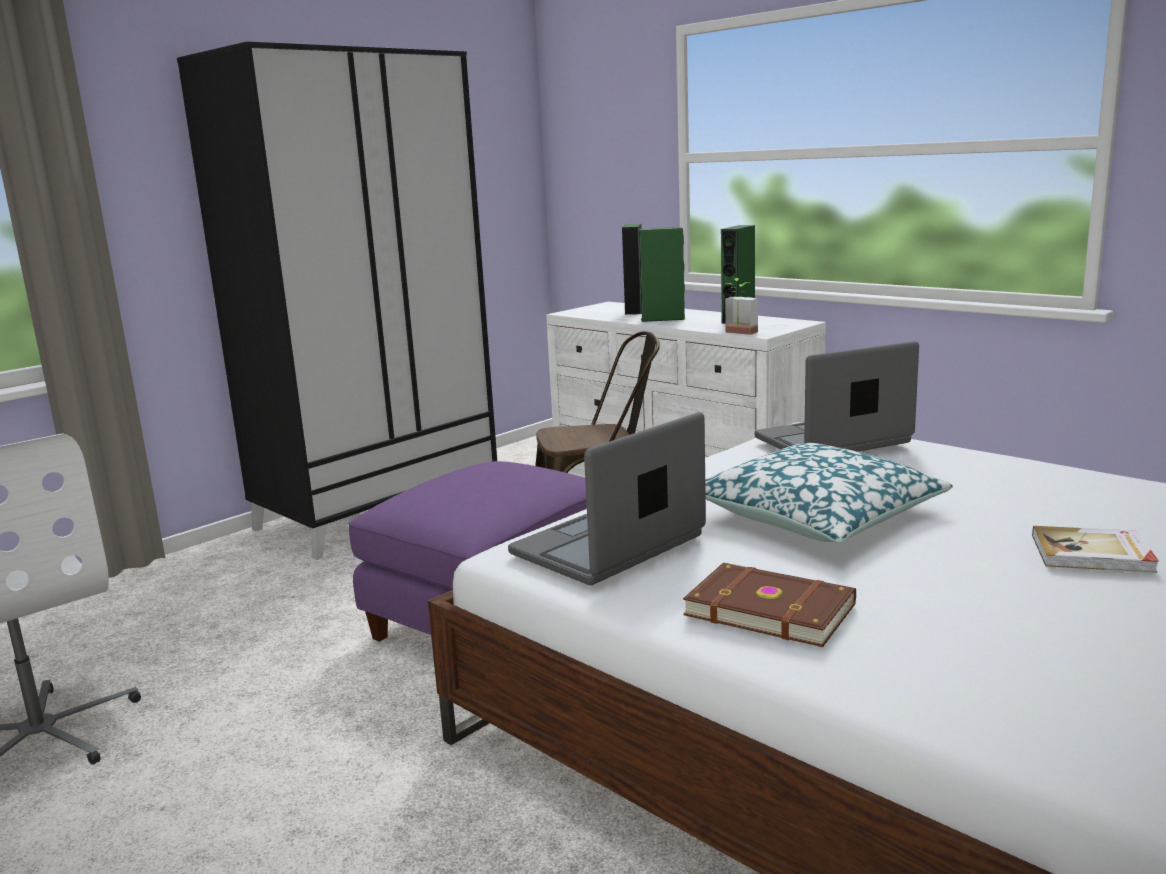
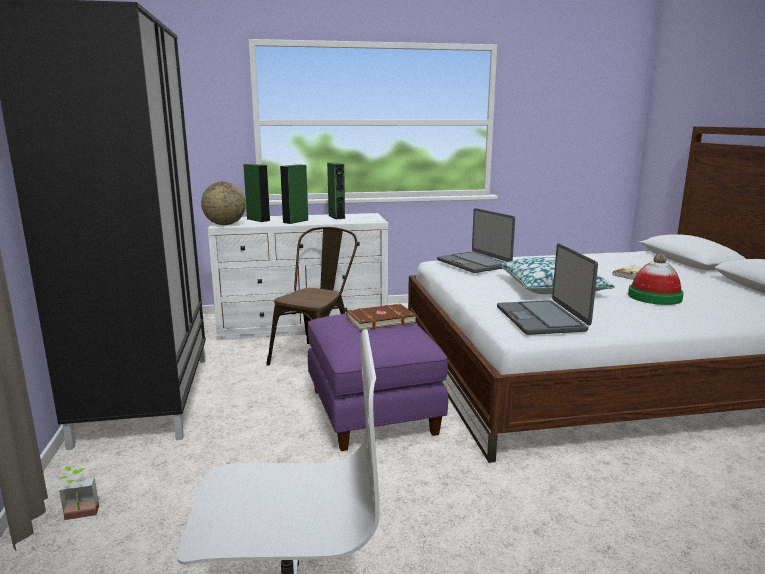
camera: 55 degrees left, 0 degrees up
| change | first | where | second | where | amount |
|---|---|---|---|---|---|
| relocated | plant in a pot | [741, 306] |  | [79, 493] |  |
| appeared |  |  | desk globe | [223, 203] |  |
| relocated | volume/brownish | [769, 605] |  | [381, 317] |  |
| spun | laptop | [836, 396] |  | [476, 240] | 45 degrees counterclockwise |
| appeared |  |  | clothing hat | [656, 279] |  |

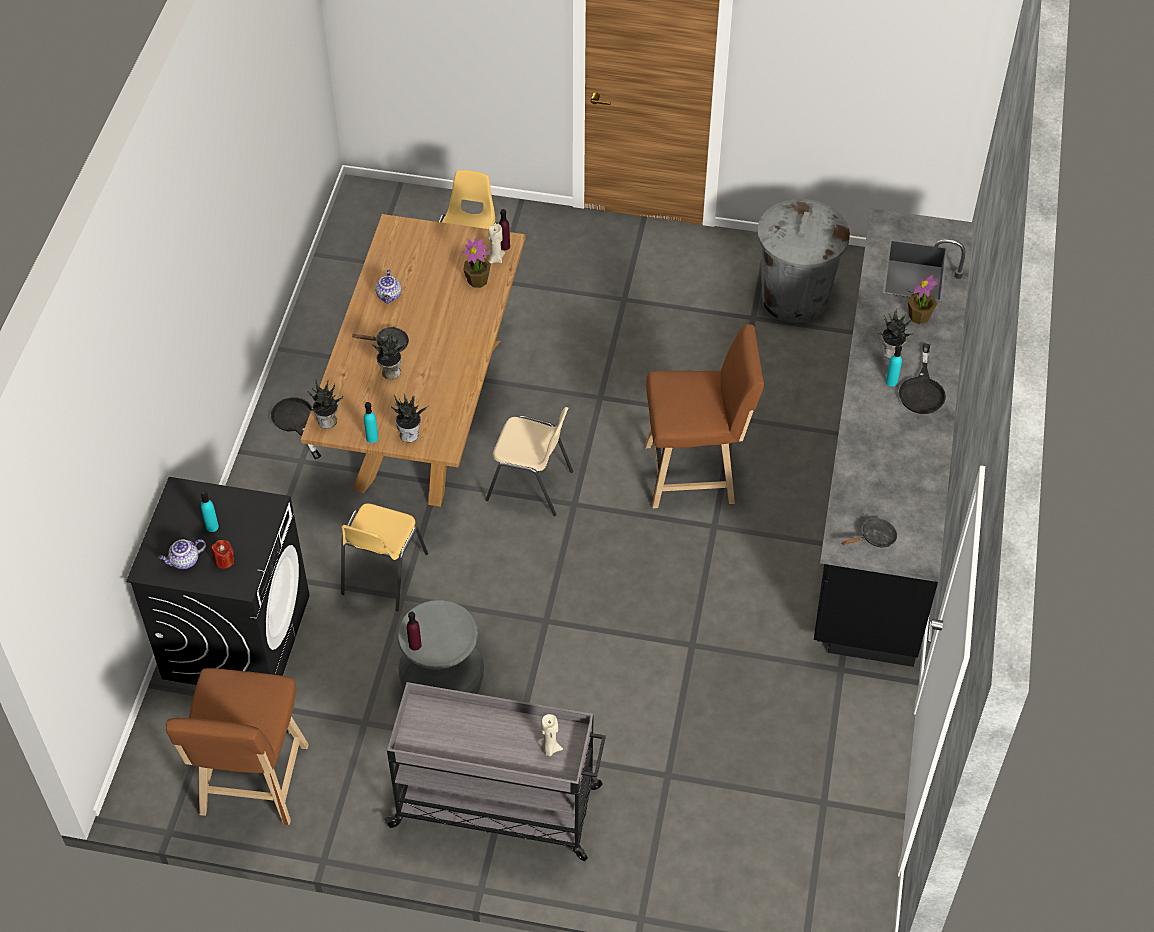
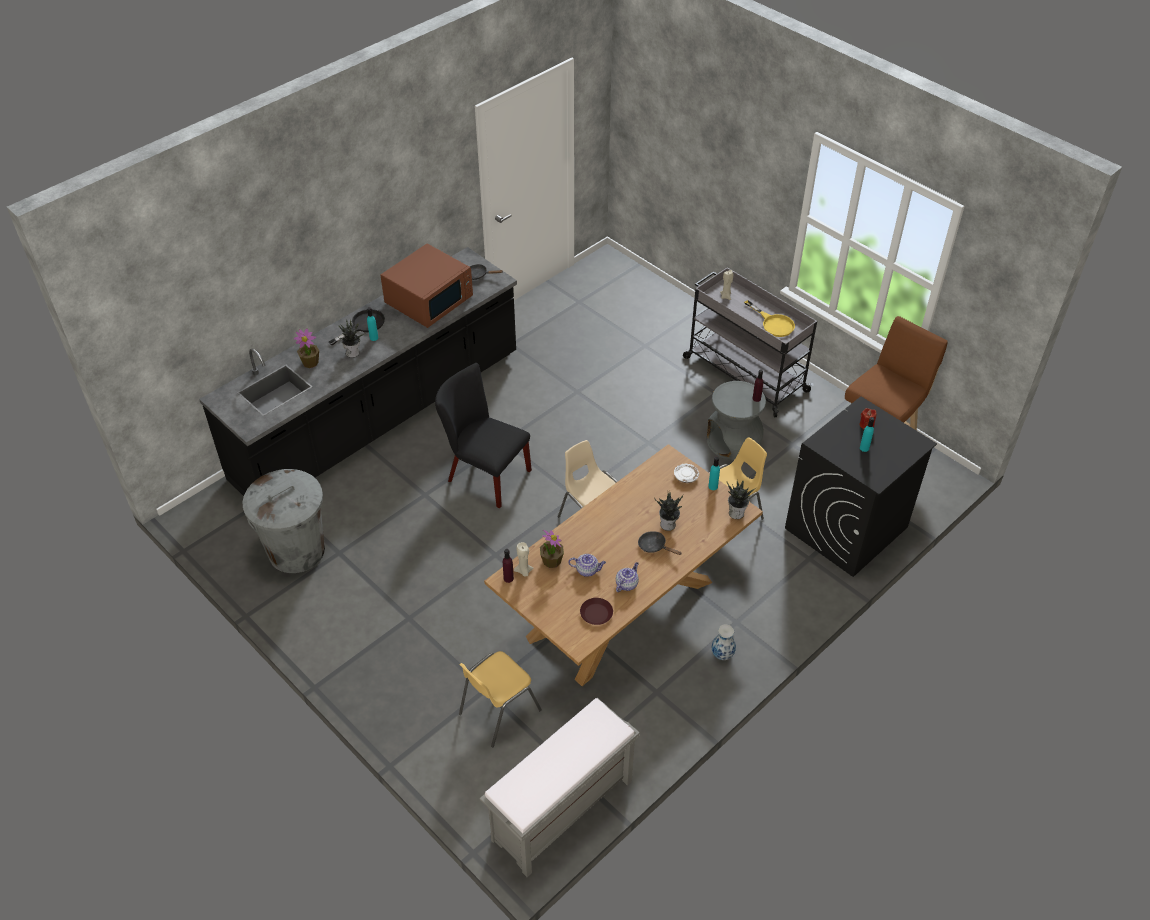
camera: 145 degrees left, 5 degrees down
| change | first | where | second | where | amount |
|---|---|---|---|---|---|
| appeared |  |  | kitchen microwave/brownish | [426, 286] |  |
| exchanged | stool seat/brownish | [704, 416] | plain chair/blackish | [483, 435] |  |
| appeared |  |  | bench/grey | [560, 787] |  |
| relocated | tea pot | [182, 554] |  | [587, 565] |  |
| appeared |  |  | flat dish/brownish | [596, 611] |  |
| exchanged | plant in a pot | [410, 418] | flat dish/white | [686, 473] |  |
| exchanged | skillet/blackish | [296, 428] | flower vase | [724, 642] |  |
| appeared |  |  | skillet/yellow-coloured | [769, 318] |  |

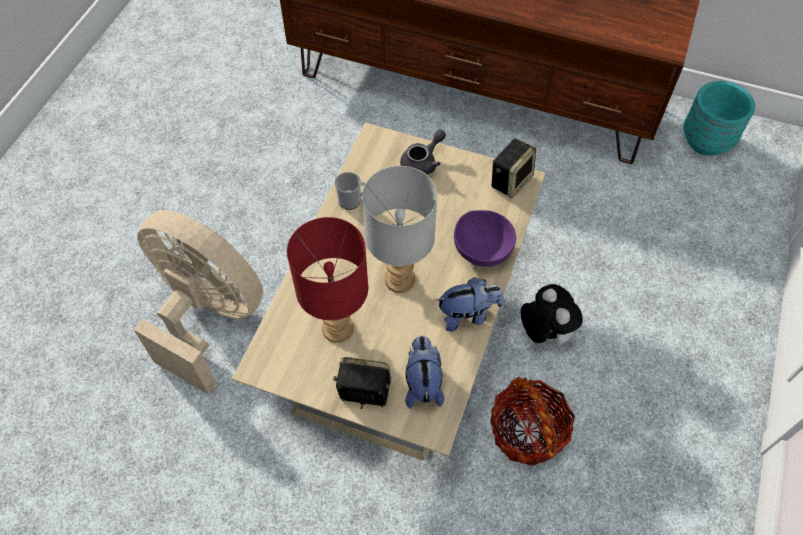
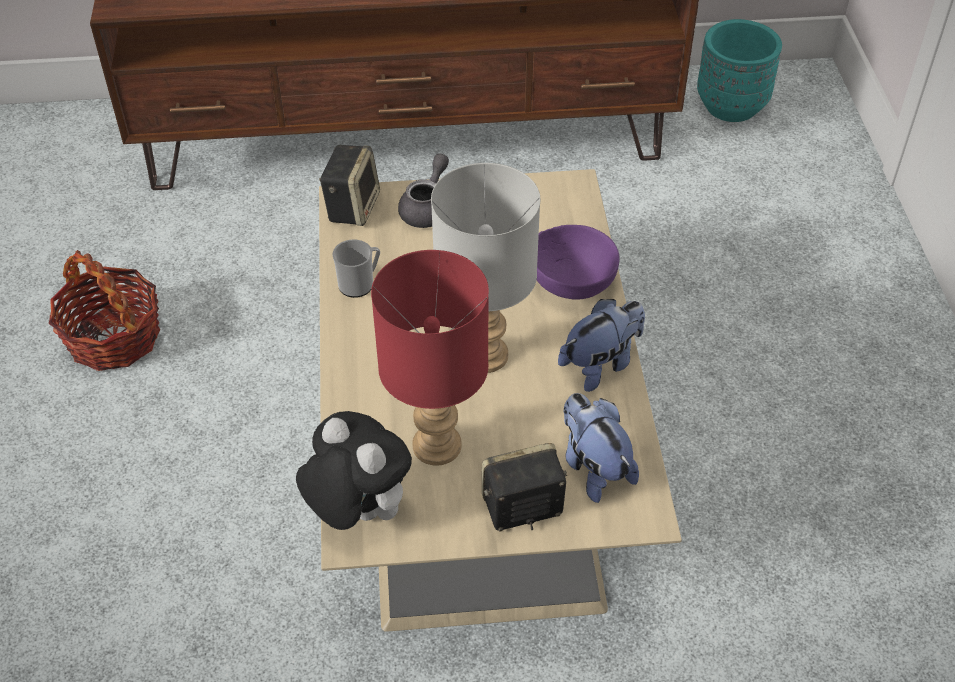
camera: 25 degrees left, 10 degrees down
| change | first | where | second | where | amount |
|---|---|---|---|---|---|
| relocated | storage basket | [532, 421] |  | [105, 310] |  |
| relocated | plush toy | [552, 314] |  | [354, 470] |  |
| relocated | loudspeaker | [514, 168] |  | [349, 185] |  |
| missing | electric fan/sand-coloured | [198, 302] |  |  |  |

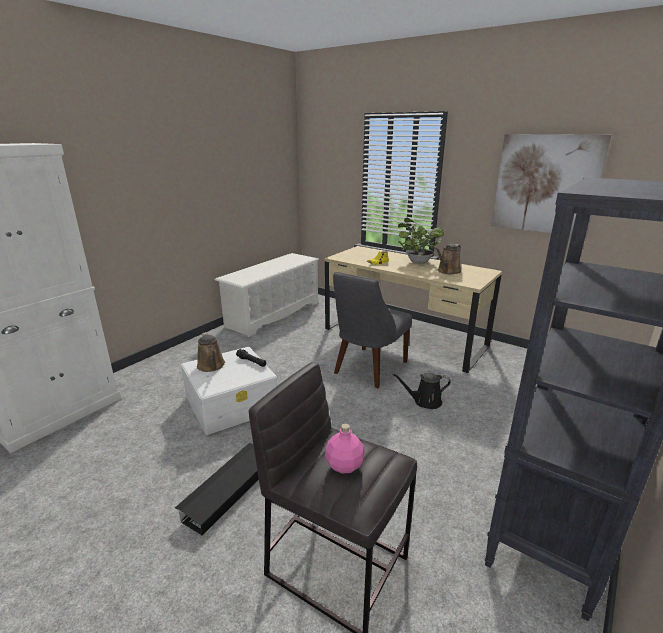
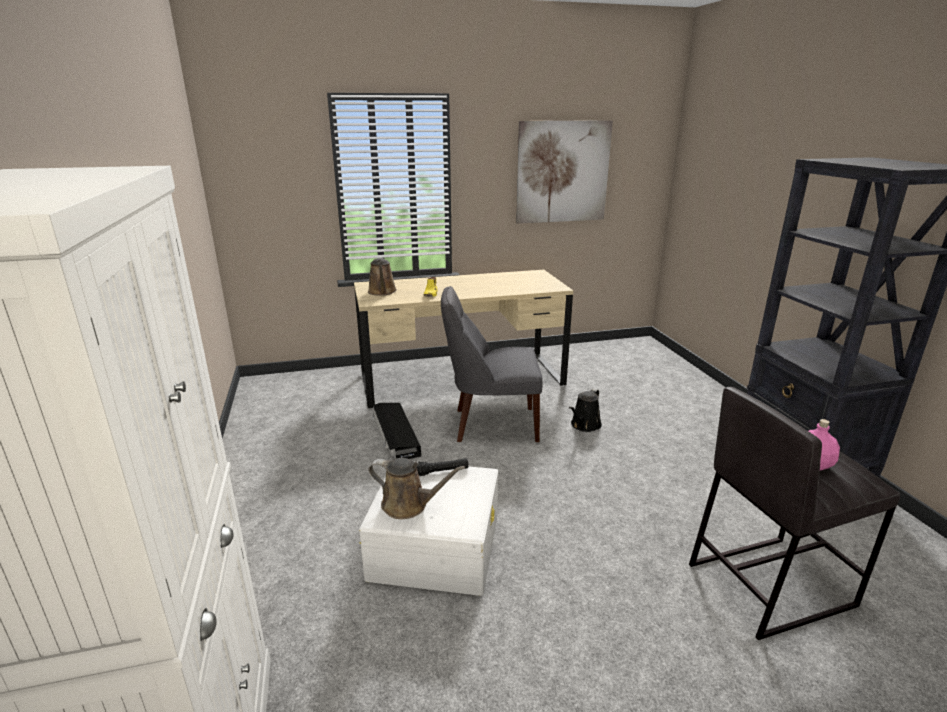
camera: 50 degrees left, 0 degrees up
| change | first | where | second | where | amount |
|---|---|---|---|---|---|
| relocated | watering can/brownish | [448, 259] |  | [382, 277] |  |
| relocated | storage bin/blackish | [217, 489] |  | [397, 431] |  |
| spun | plain chair/grey | [372, 330] |  | [492, 364] | 105 degrees clockwise |
| missing | shoe rack/white | [267, 295] |  |  |  |
| missing | plant in a pot | [421, 241] |  |  |  |

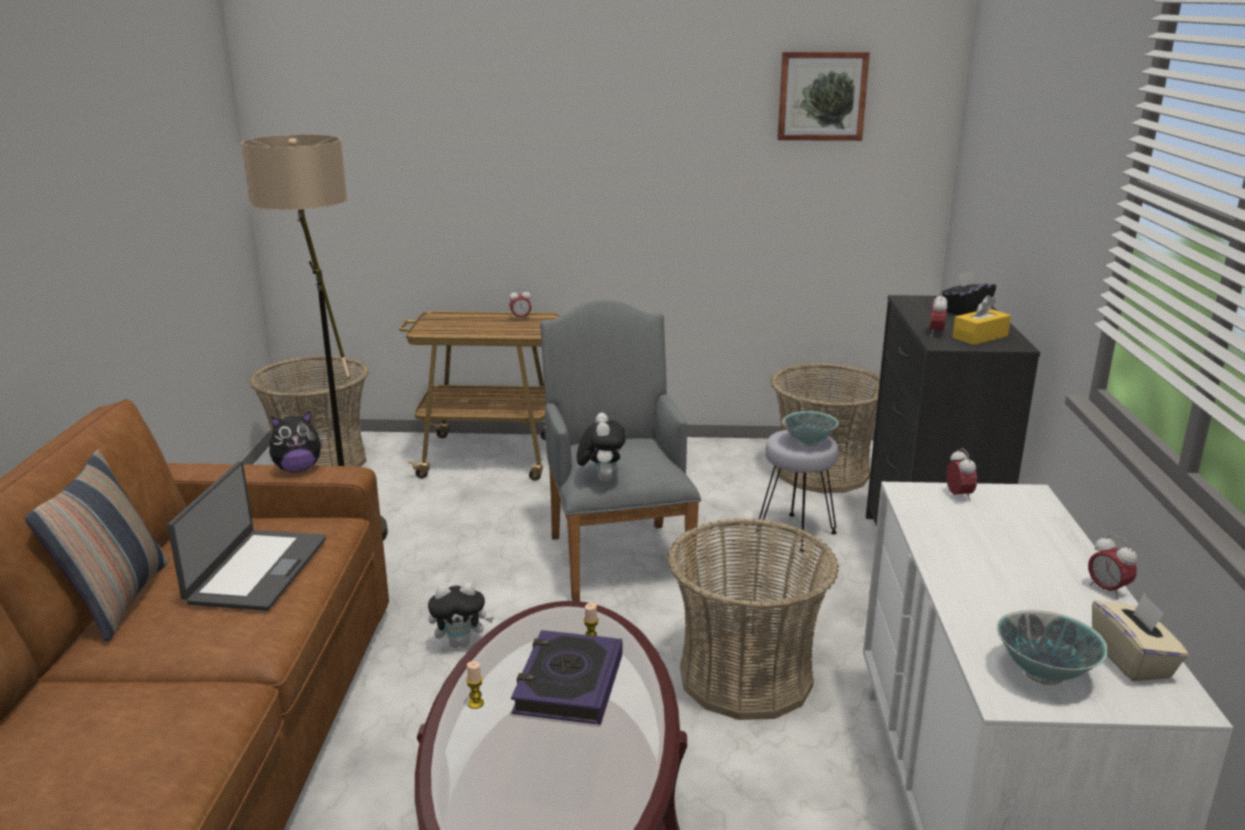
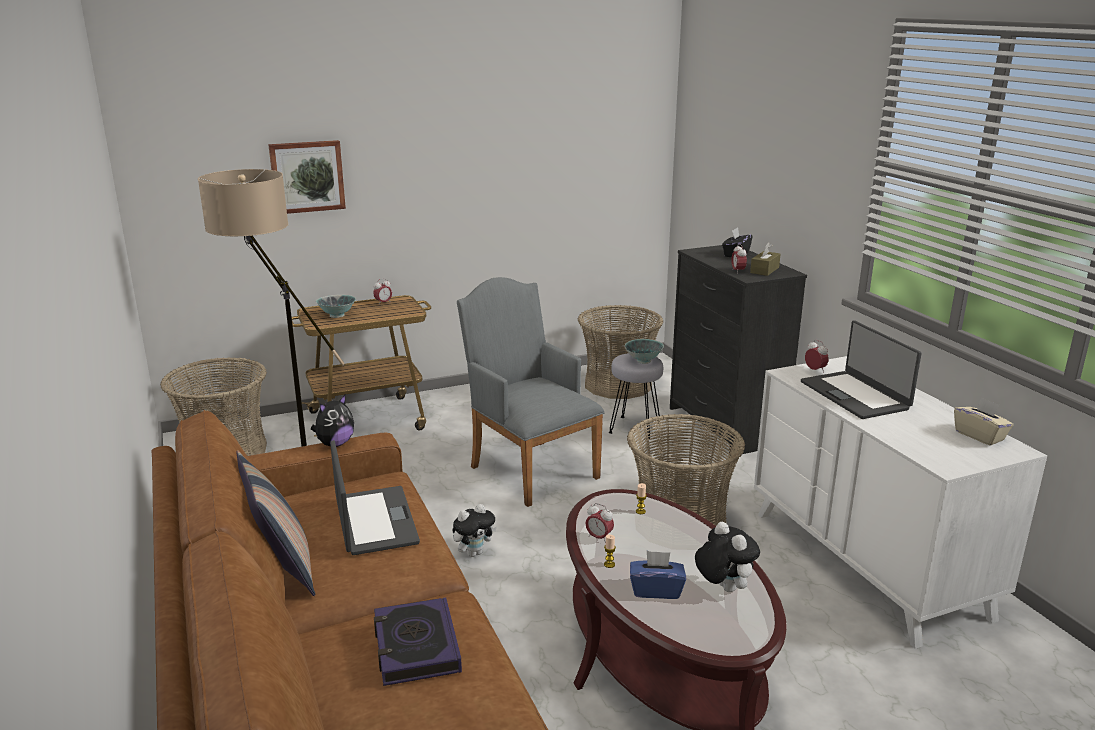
camera: 25 degrees left, 0 degrees up
| change | first | where | second | where | amount |
|---|---|---|---|---|---|
| relocated | wall picture | [823, 96] |  | [307, 177] |  |
| relocated | serving bowl | [1052, 647] |  | [336, 306] |  |
| relocated | volume | [566, 677] |  | [418, 641] |  |
| relocated | alarm clock | [1112, 566] |  | [599, 523] |  |
| appeared |  |  | tissue holder/blue-coloured | [658, 575] |  |
| relocated | plush toy | [601, 447] |  | [727, 557] |  |
| colour | tissue holder/yellow-coloured | [981, 320] | tissue holder/brownish | [765, 259] |  |
| appeared |  |  | laptop | [861, 369] |  |

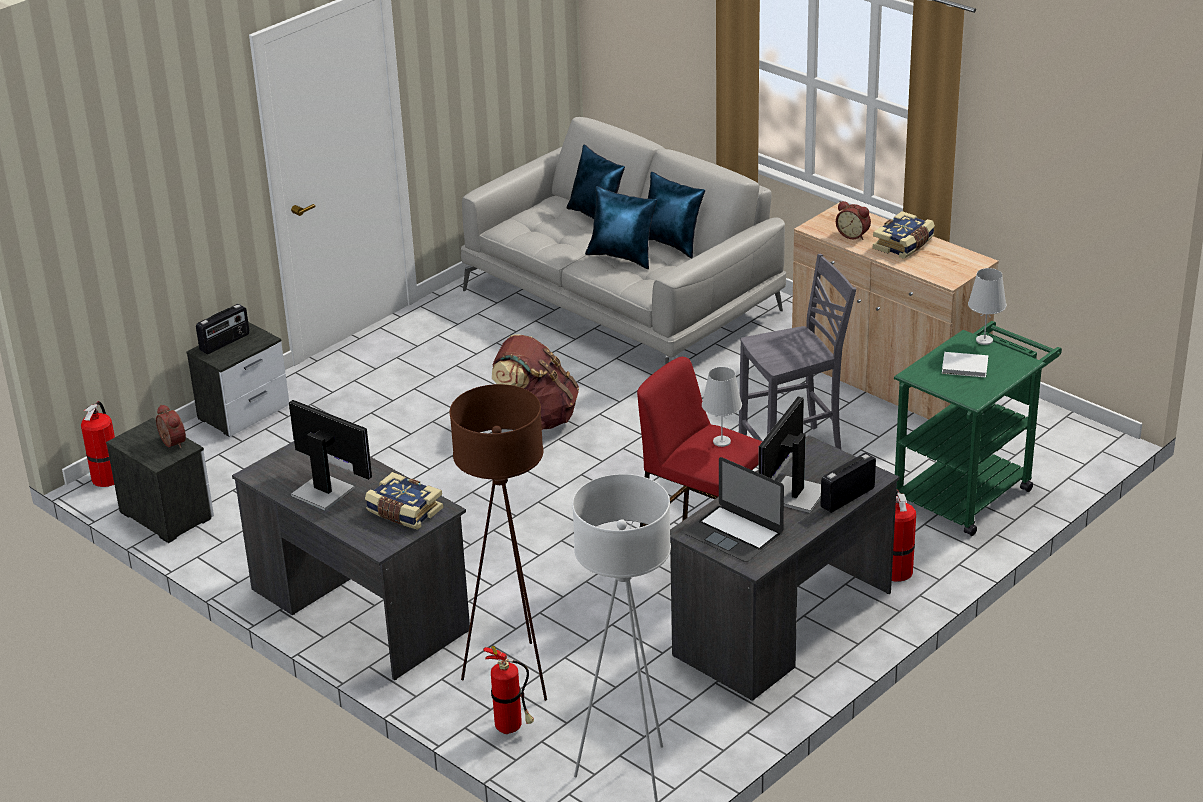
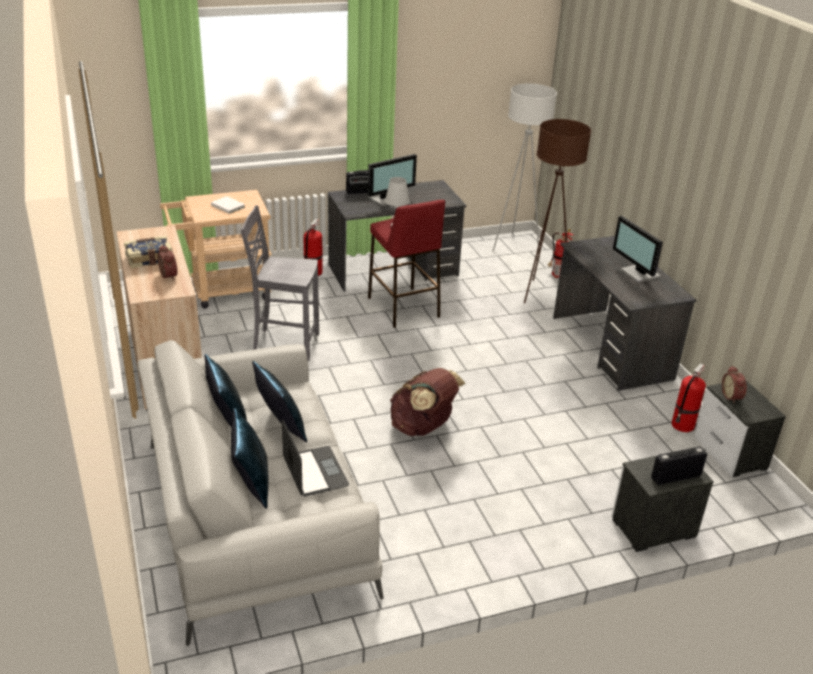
camera: 155 degrees left, 0 degrees up
| change | first | where | second | where | amount |
|---|---|---|---|---|---|
| colour | cart/greenish | [978, 428] | cart/sand-coloured | [216, 249] |  |
| relocated | laptop | [734, 509] |  | [315, 458] |  |
| relocated | fire extinguisher | [98, 444] |  | [689, 397] |  |
| missing | volume | [404, 501] |  |  |  |
| missing | lamp for a table/white | [987, 306] |  |  |  |

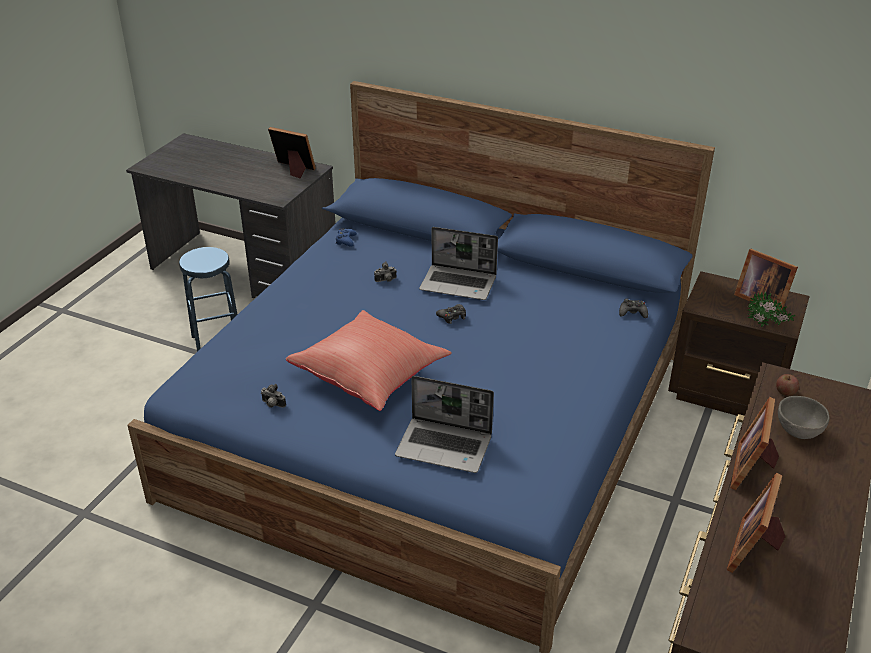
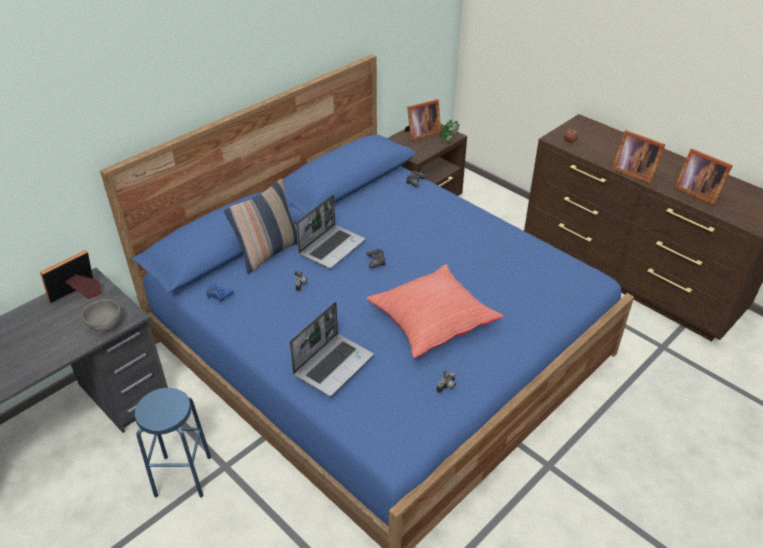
camera: 70 degrees left, 5 degrees up
| change | first | where | second | where | amount |
|---|---|---|---|---|---|
| relocated | serving bowl/grey | [803, 417] |  | [101, 315] |  |
| appeared |  |  | cushion | [261, 226] |  |
| relocated | laptop | [444, 424] |  | [331, 349] |  |

